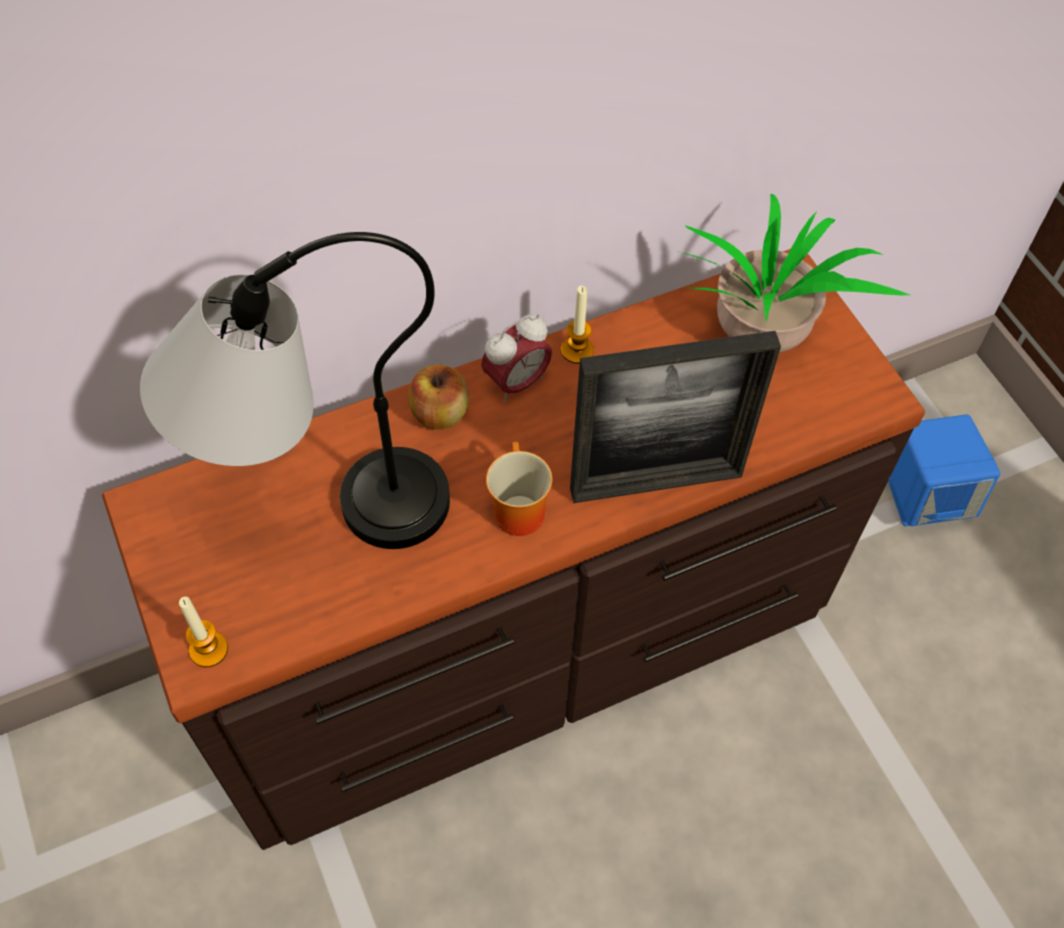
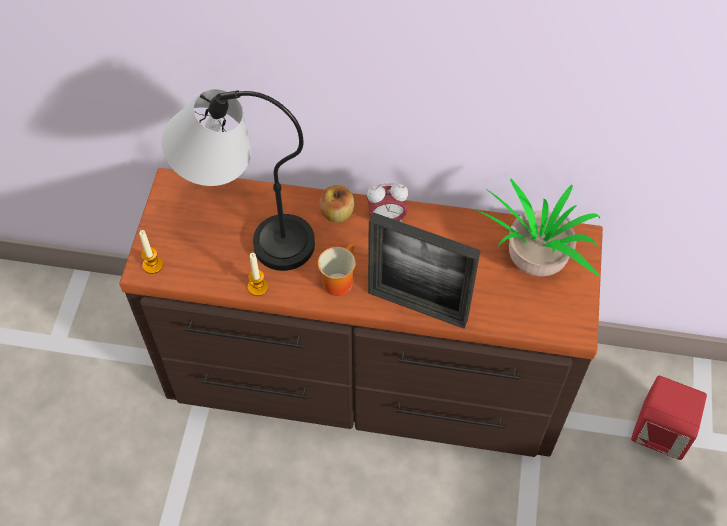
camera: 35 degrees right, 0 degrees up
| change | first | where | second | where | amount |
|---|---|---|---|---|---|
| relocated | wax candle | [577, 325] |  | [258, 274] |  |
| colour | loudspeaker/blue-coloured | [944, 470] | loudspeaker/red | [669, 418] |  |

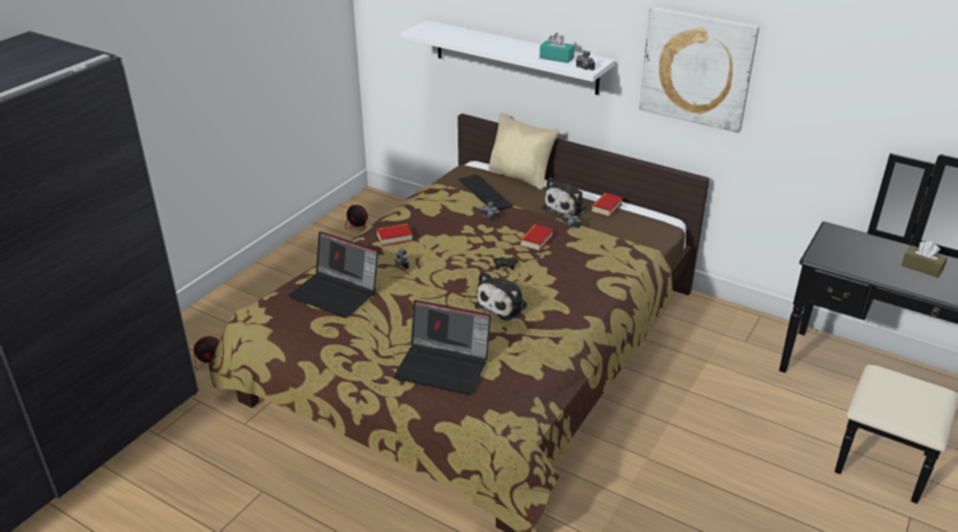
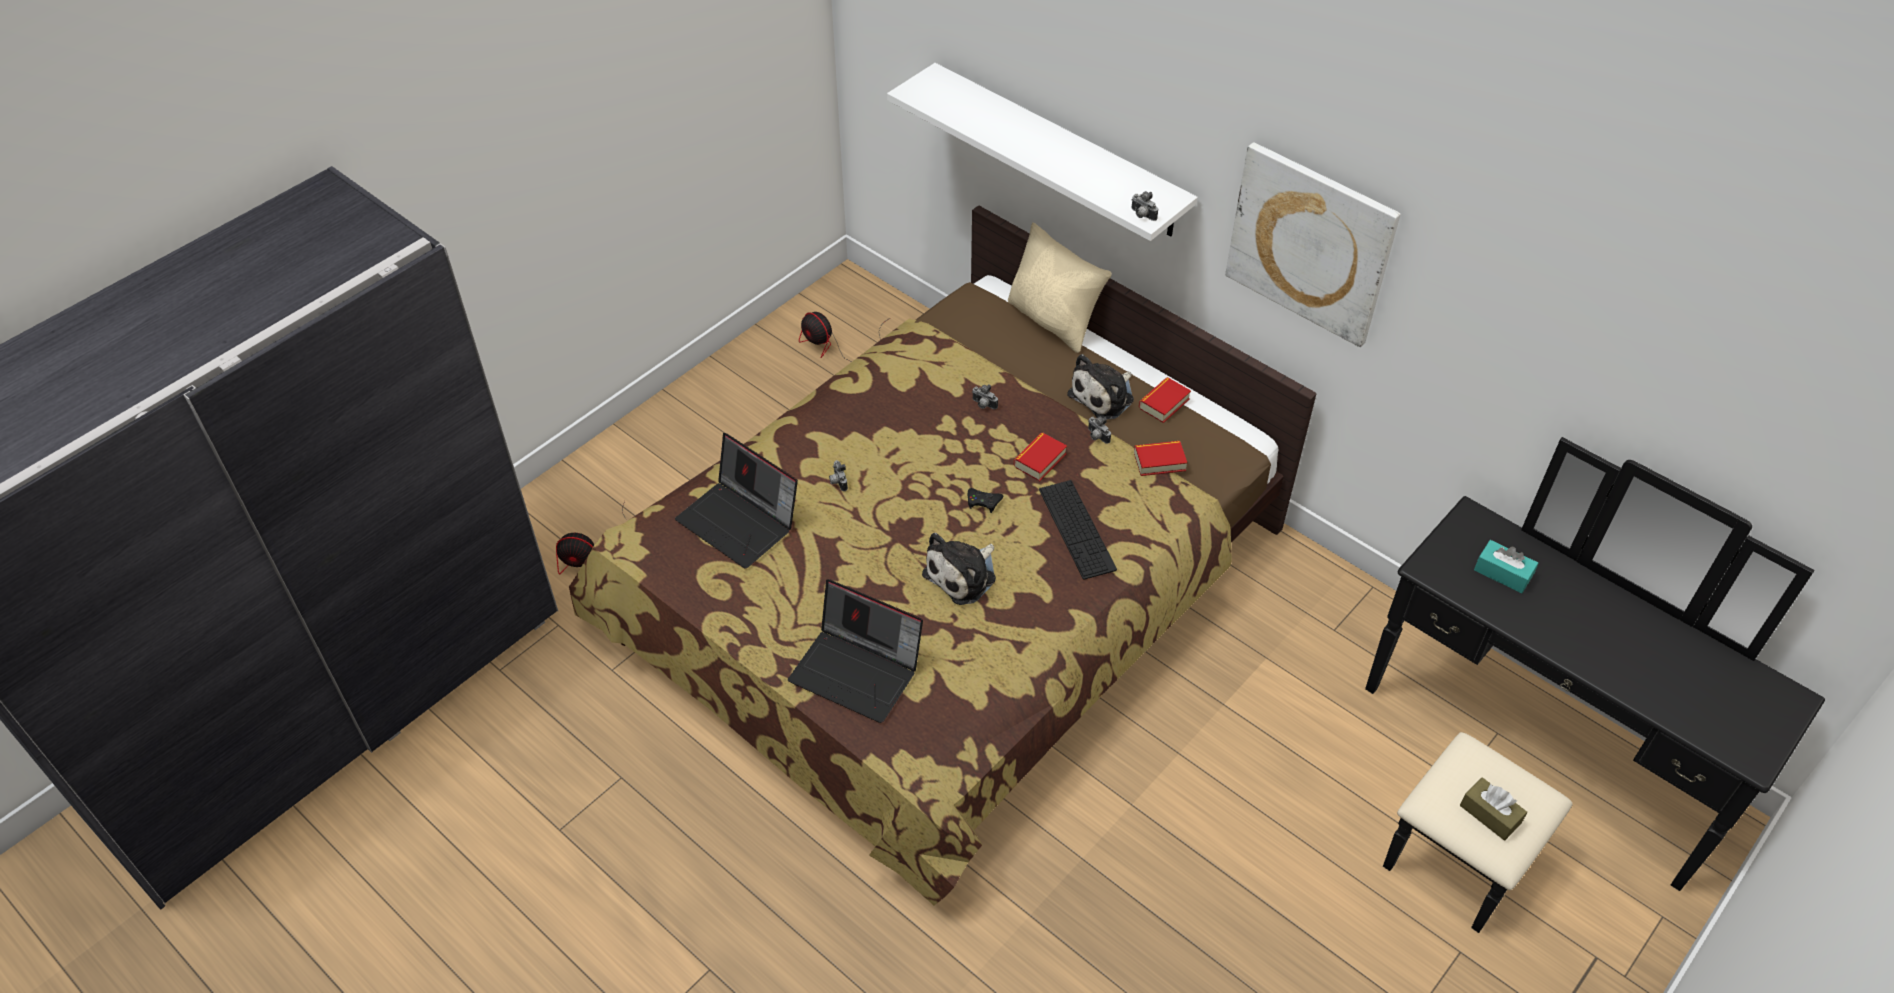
camera: 10 degrees right, 15 degrees up
| change | first | where | second | where | amount |
|---|---|---|---|---|---|
| relocated | PC keyboard | [485, 192] |  | [1078, 530] |  |
| relocated | volume | [395, 235] |  | [1160, 458] |  |
| relocated | tissue holder/brownish | [924, 259] |  | [1493, 808] |  |
| relocated | tissue holder/turquoise | [557, 48] |  | [1506, 566] |  |

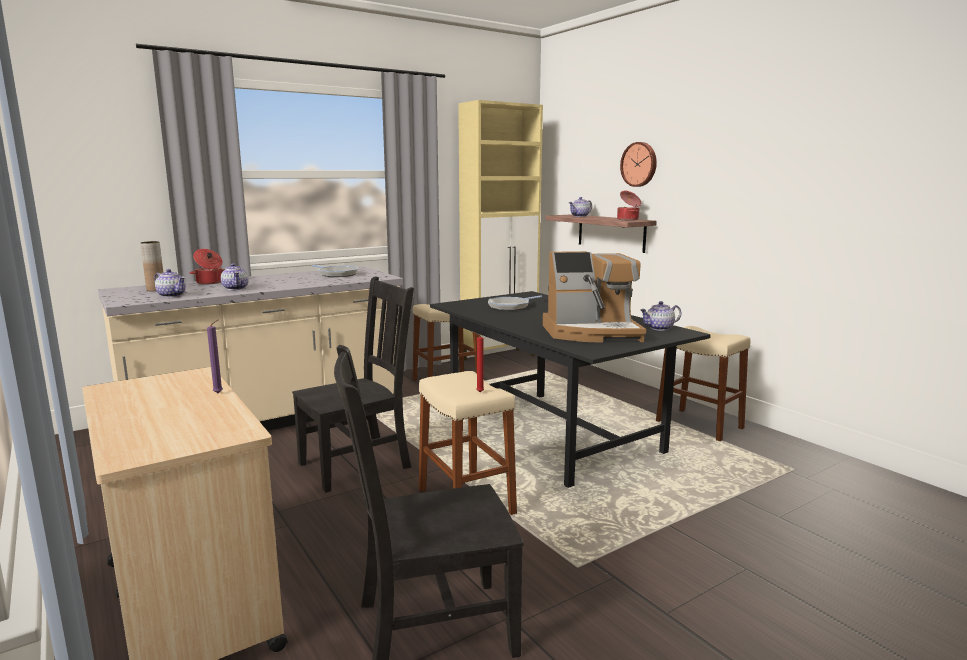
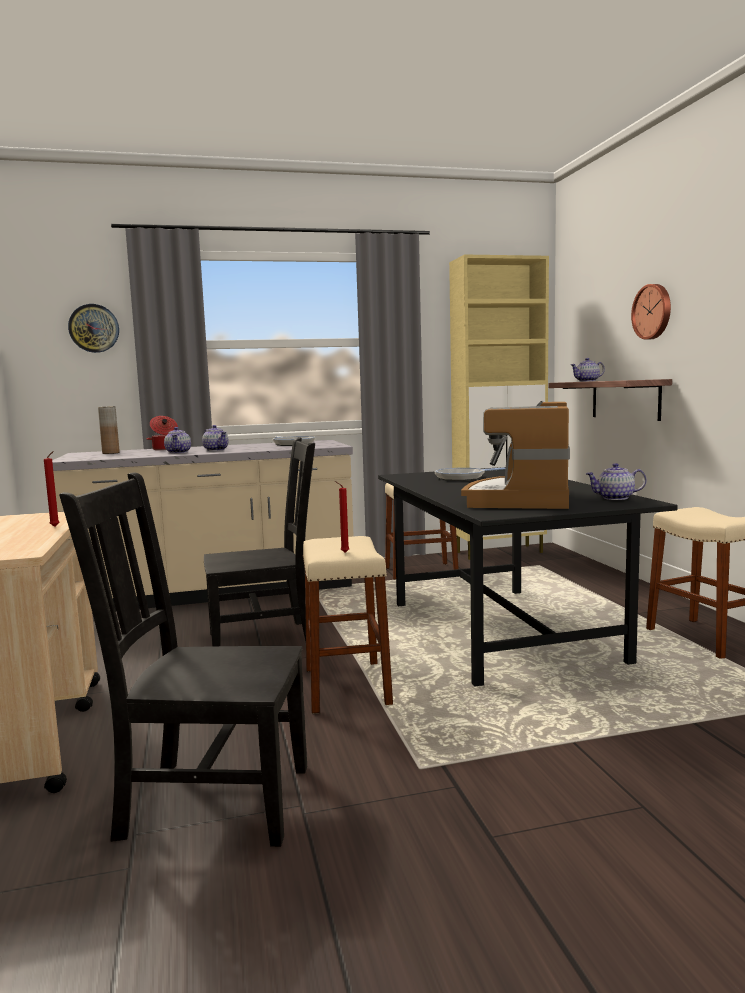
camera: 20 degrees right, 5 degrees down
| change | first | where | second | where | amount |
|---|---|---|---|---|---|
| colour | wax candle/purplish | [215, 356] | wax candle/red | [52, 489] |  |
| appeared |  |  | wall clock | [93, 328] |  |
| relocated | tea pot | [170, 283] |  | [215, 438] |  |
| spun | coffee machine | [594, 297] |  | [515, 455] | 90 degrees clockwise |
| missing | cooking pot | [629, 205] |  |  |  |

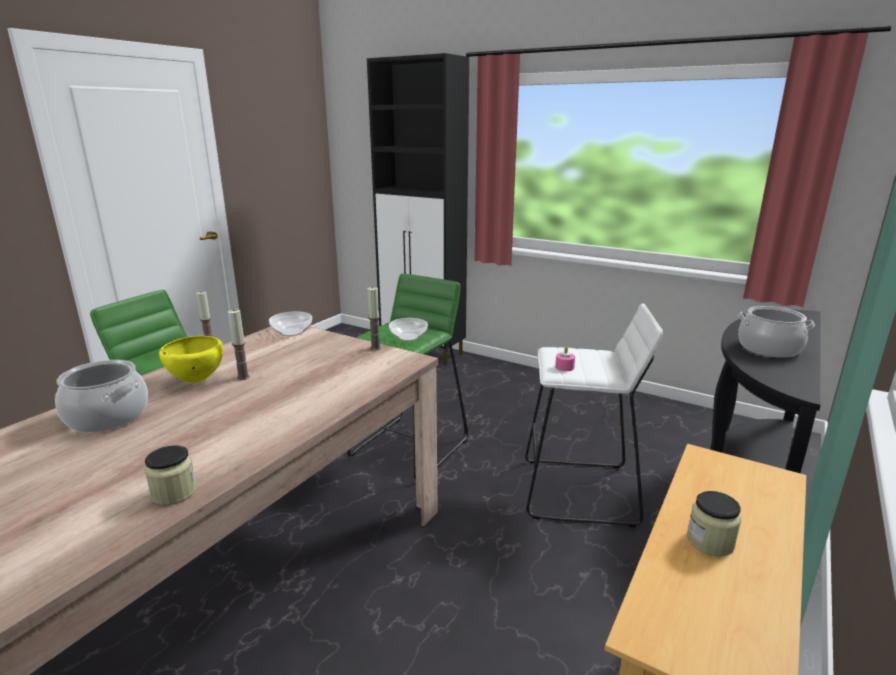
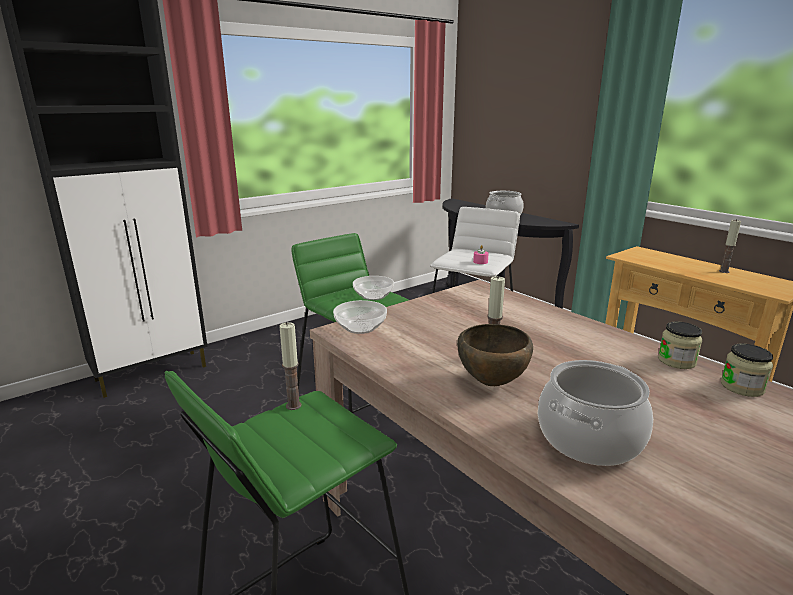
camera: 70 degrees left, 0 degrees up
| change | first | where | second | where | amount |
|---|---|---|---|---|---|
| colour | serving bowl/yellow-coloured | [191, 359] | serving bowl/brownish | [495, 355] |  |
| relocated | jar | [714, 523] |  | [680, 345] |  |
| relocated | wax candle | [374, 318] |  | [730, 246] |  |

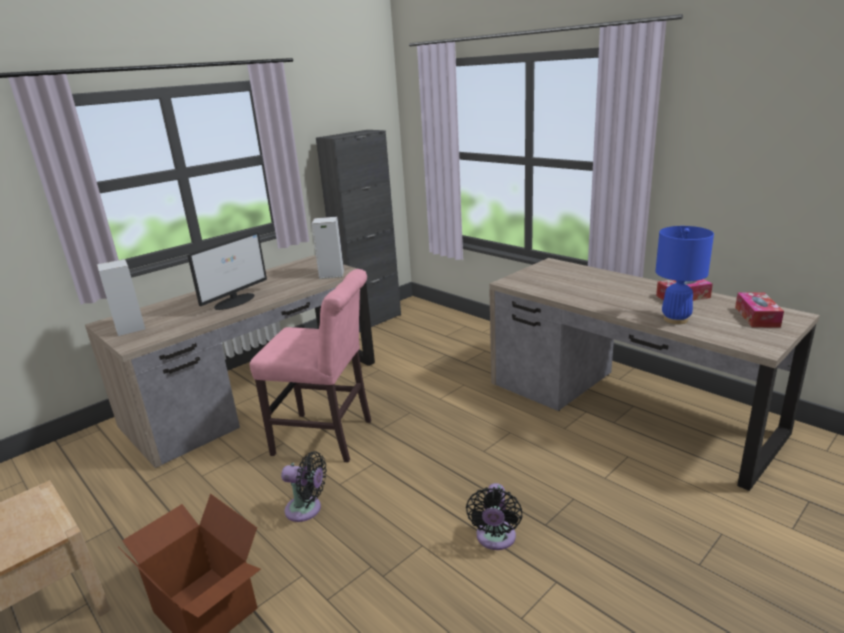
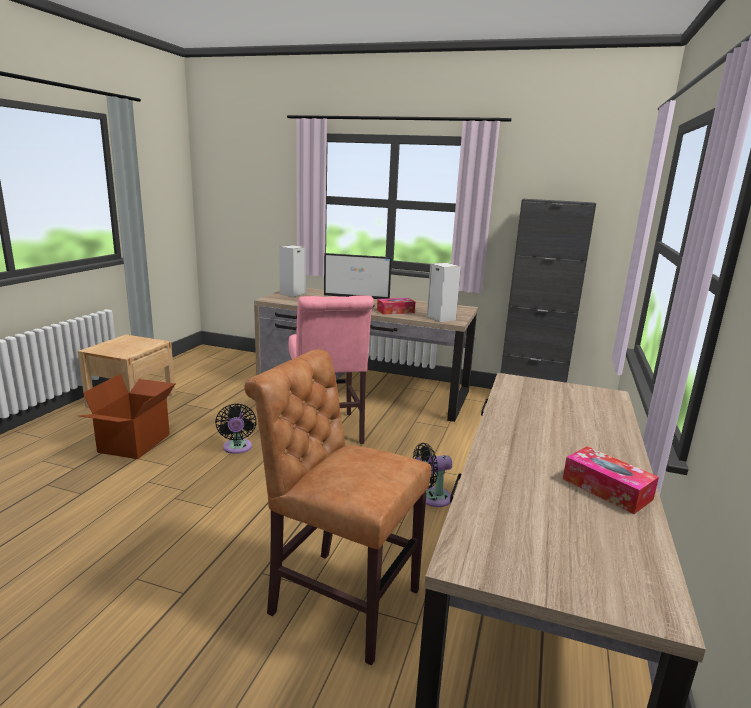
camera: 60 degrees right, 5 degrees down
| change | first | where | second | where | amount |
|---|---|---|---|---|---|
| appeared |  |  | plain chair/brownish | [337, 507] |  |
| relocated | tissue holder | [759, 310] |  | [396, 306] |  |
| relocated | electric fan/blackish | [494, 516] |  | [432, 475] |  |
| missing | lamp for a table/blue-coloured | [684, 275] |  |  |  |

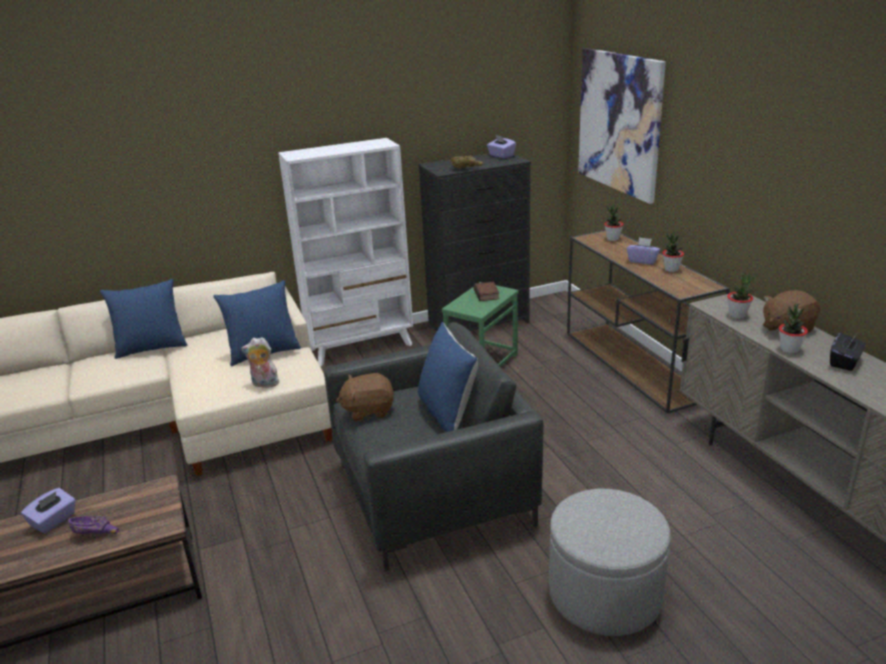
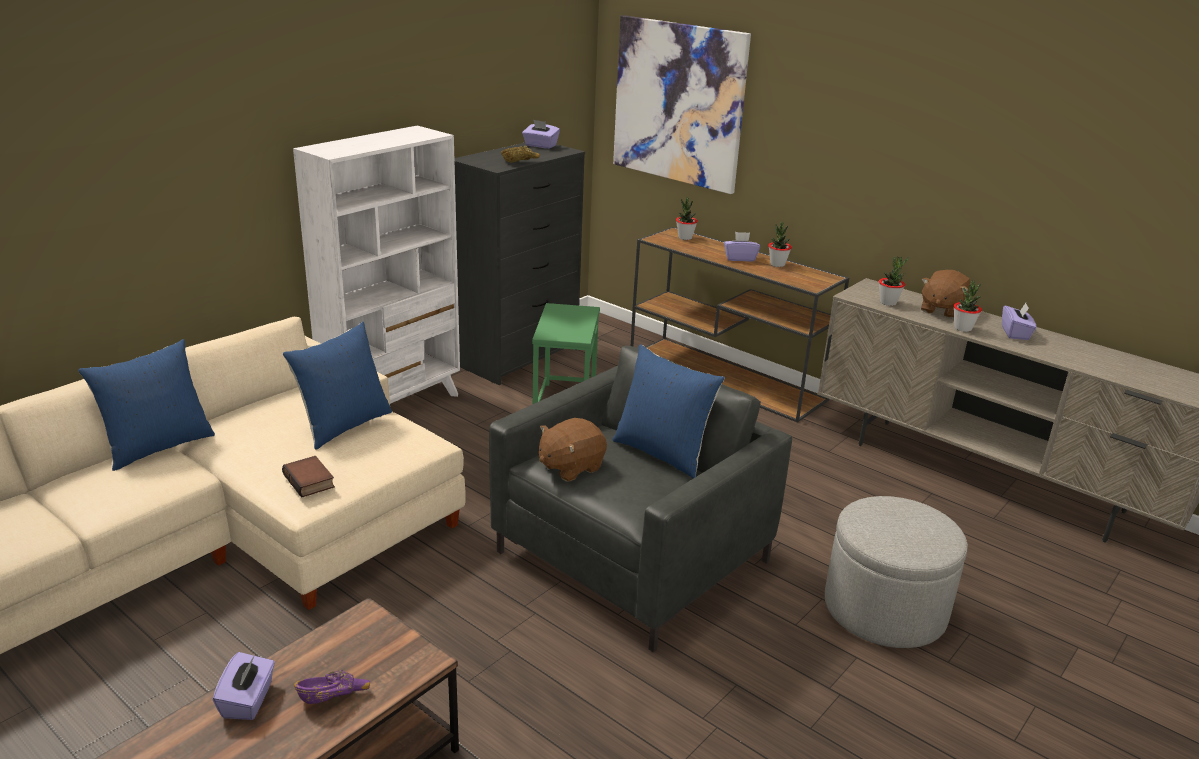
camera: 30 degrees left, 0 degrees up
| change | first | where | second | where | amount |
|---|---|---|---|---|---|
| relocated | volume | [487, 291] |  | [308, 477] |  |
| colour | tissue holder/blackish | [847, 352] | tissue holder/purplish | [1019, 321] |  |
| missing | plush toy | [260, 362] |  |  |  |

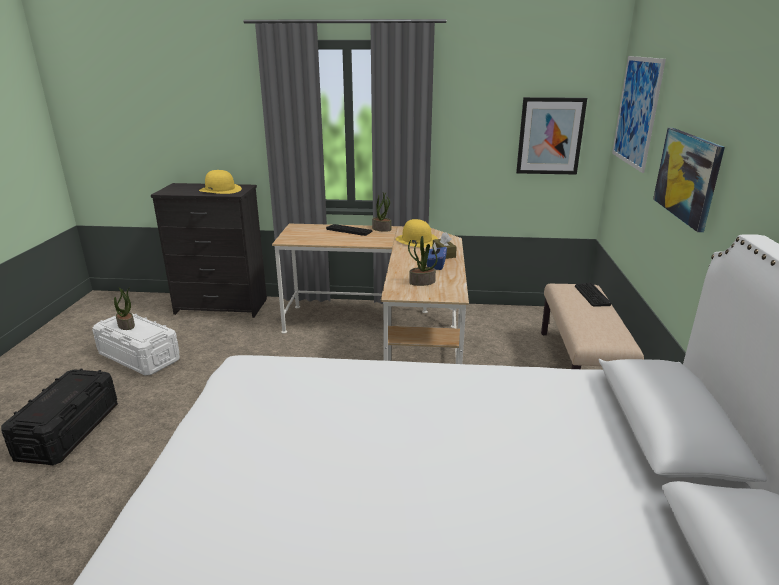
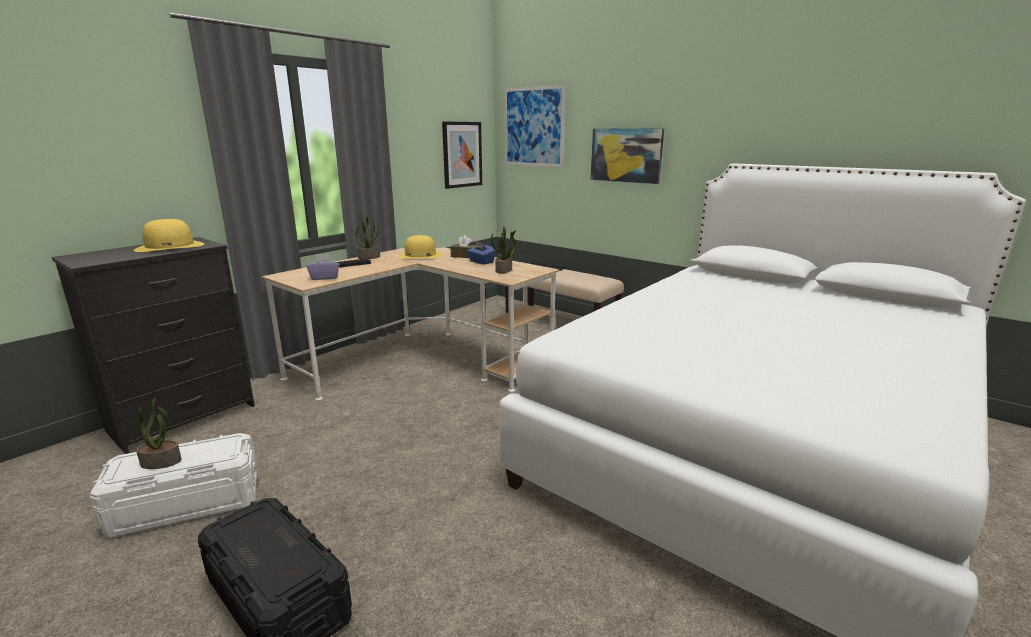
camera: 55 degrees left, 5 degrees down
| change | first | where | second | where | amount |
|---|---|---|---|---|---|
| appeared |  |  | tissue holder/purplish | [323, 267] |  |

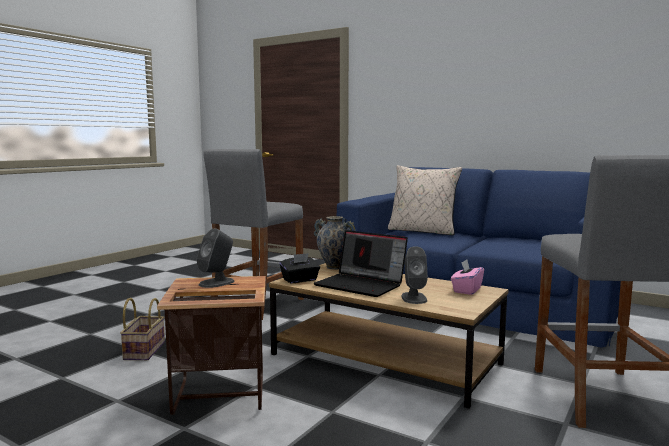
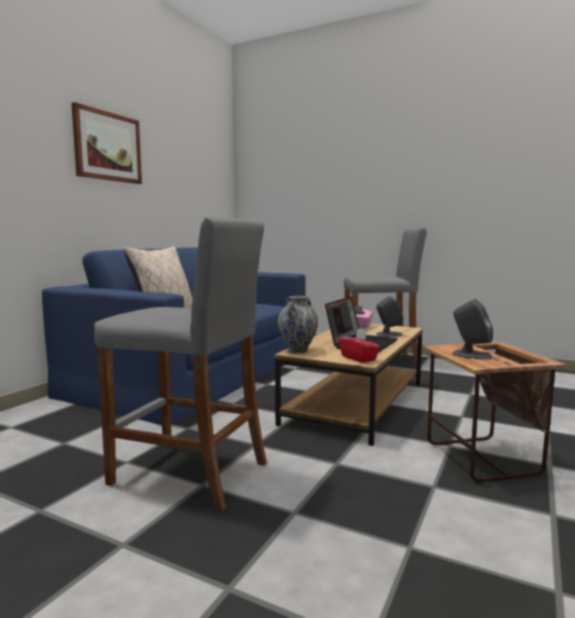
camera: 95 degrees left, 0 degrees up
| change | first | where | second | where | amount |
|---|---|---|---|---|---|
| appeared |  |  | wall picture | [106, 143] |  |
| colour | tissue holder/blackish | [300, 268] | tissue holder/red | [359, 346] |  |
| missing | storage basket | [142, 329] |  |  |  |

